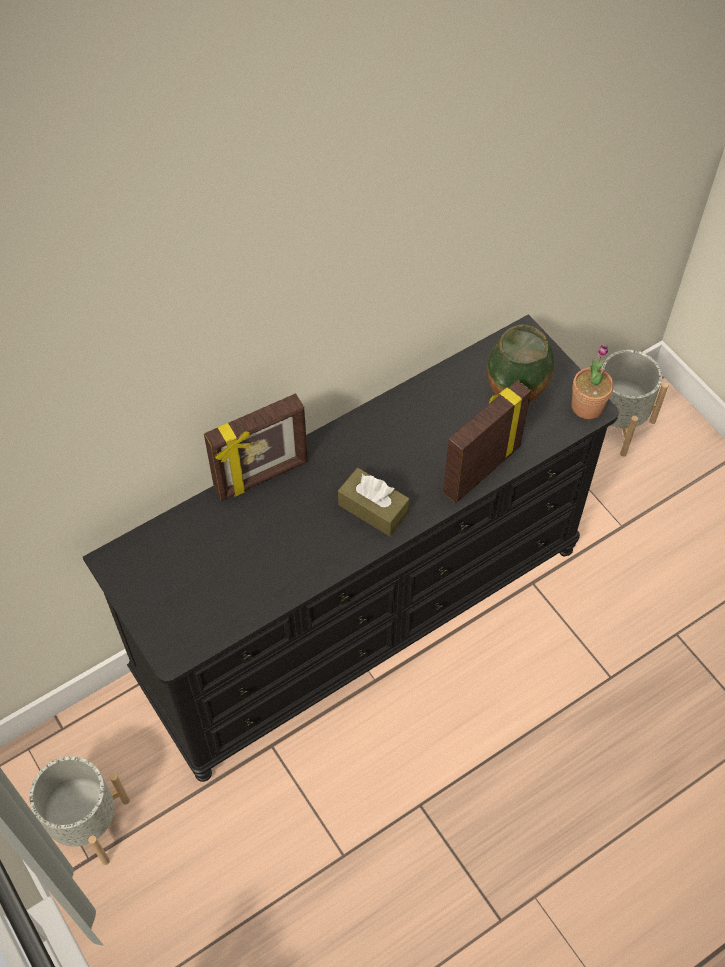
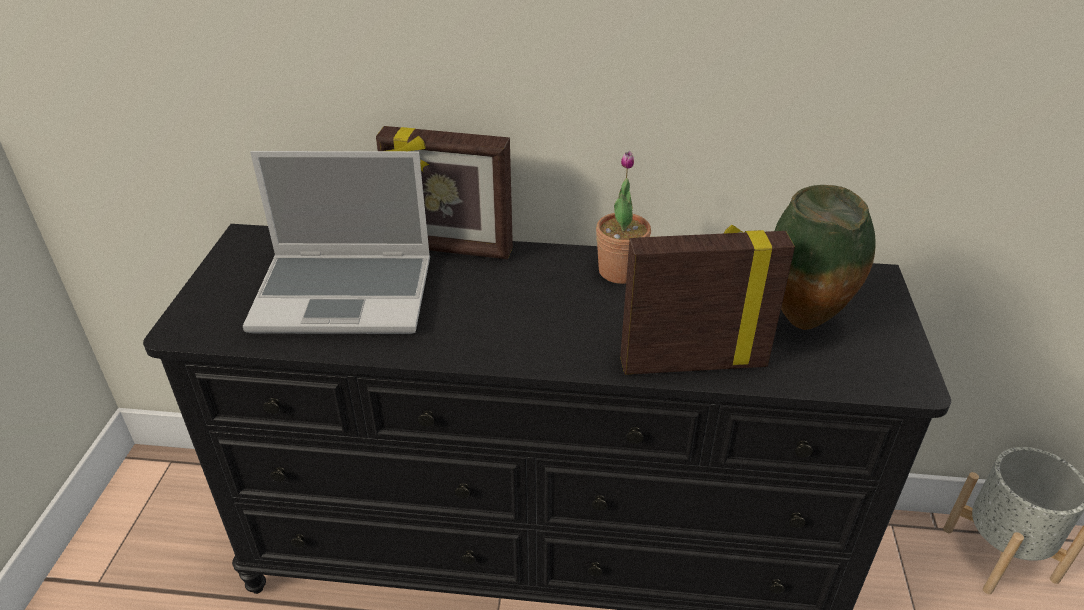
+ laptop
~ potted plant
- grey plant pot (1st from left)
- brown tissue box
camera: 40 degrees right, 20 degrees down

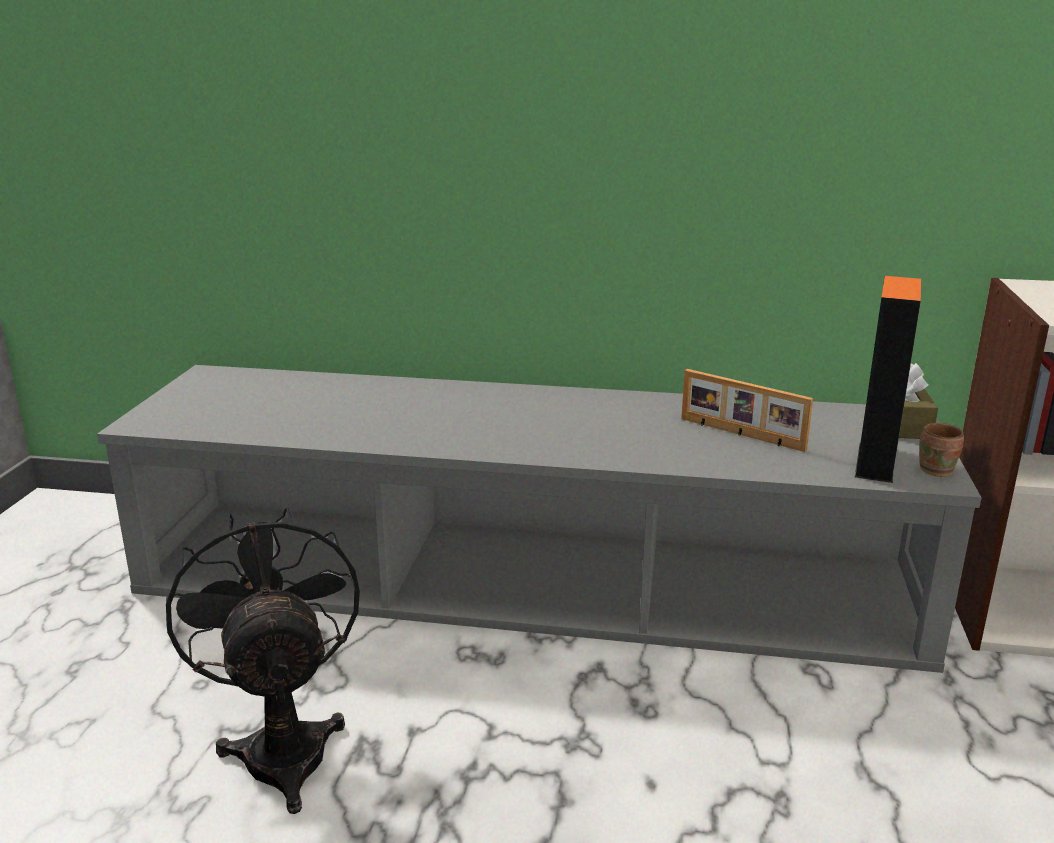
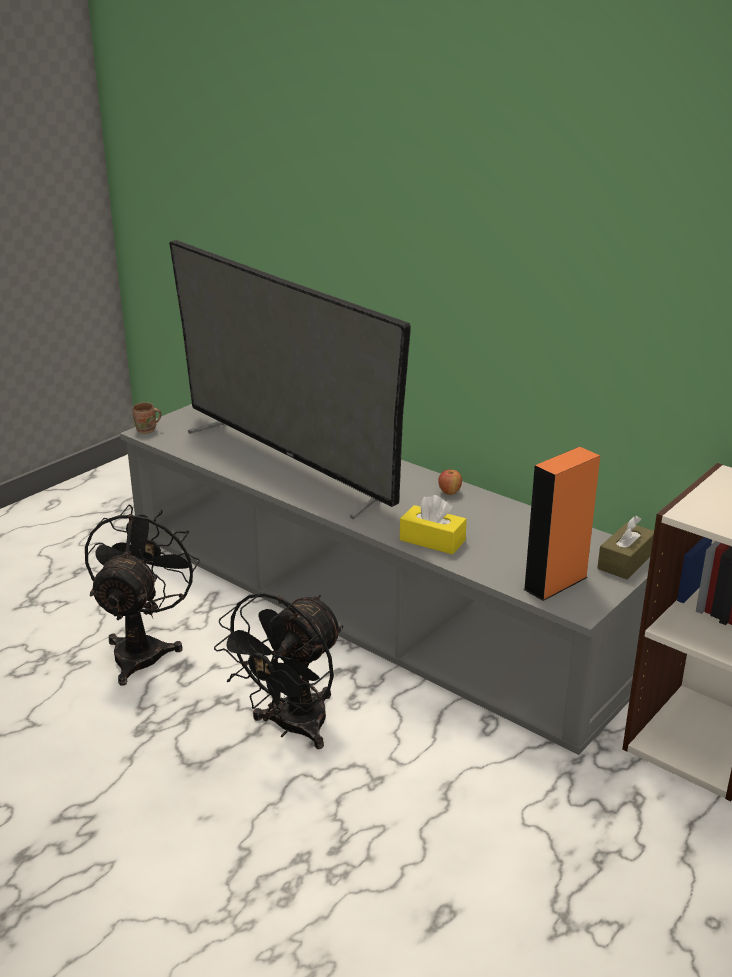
~ brown mug
+ TV
+ black-coloured cooling fan (2nd from left)
+ yellow tissue box
+ apple
- standing frame
camera: 30 degrees right, 5 degrees up

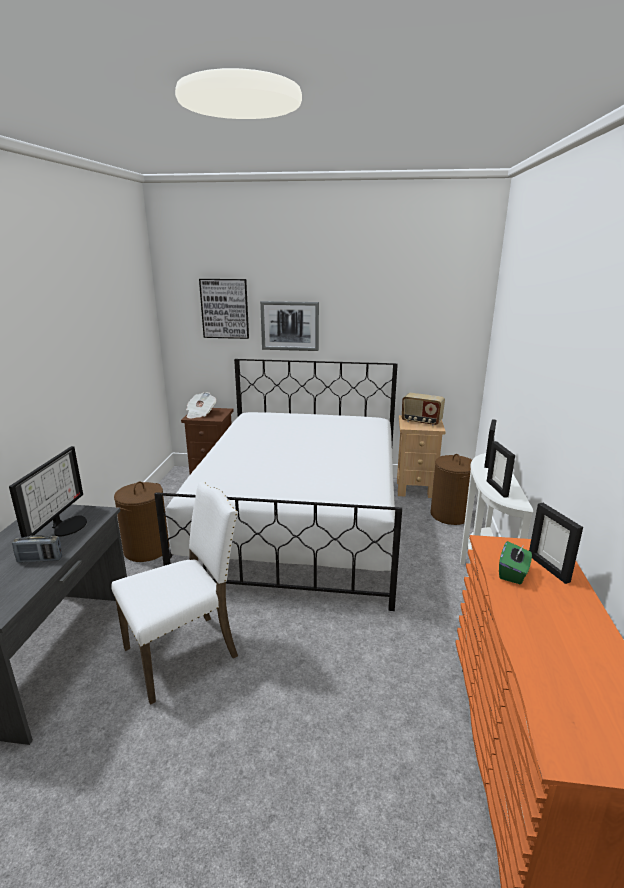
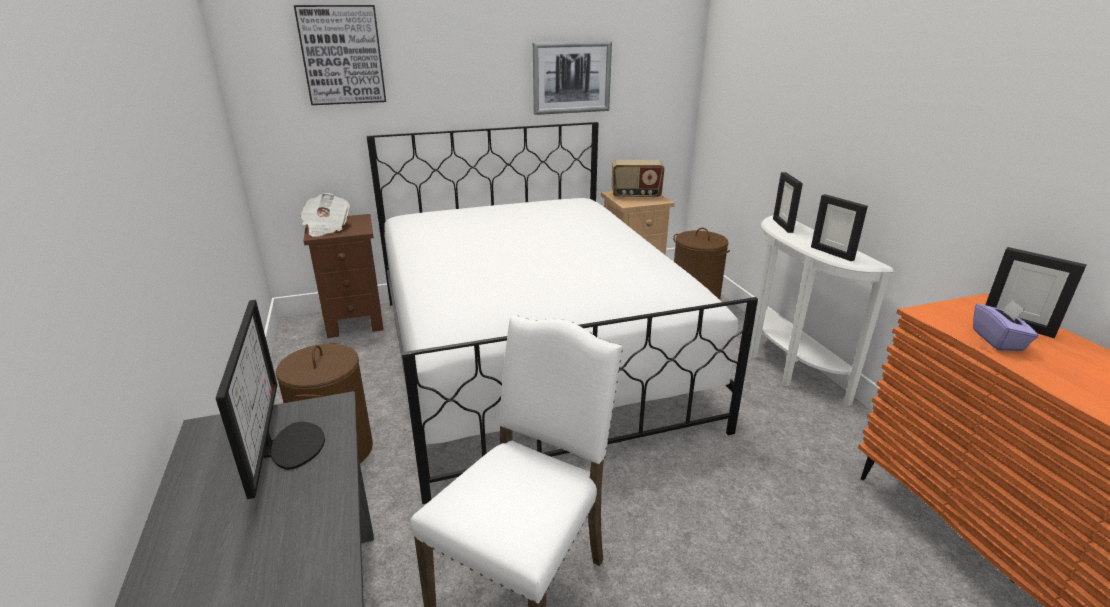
~ picture (2nd from left)
~ greenish tissue box to purplish tissue box
- radio (1st from left)
camera: 25 degrees left, 5 degrees up

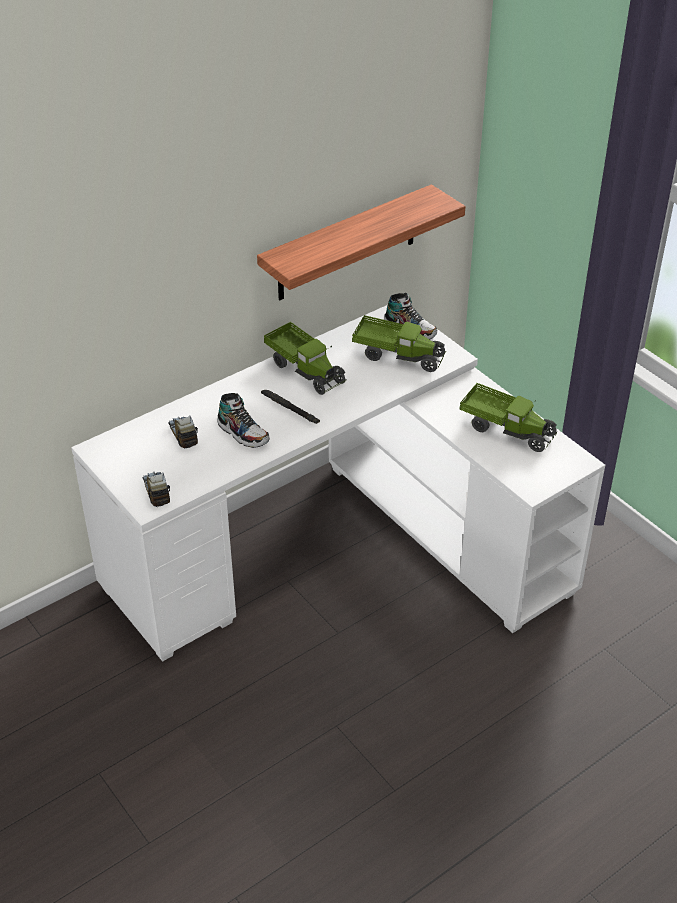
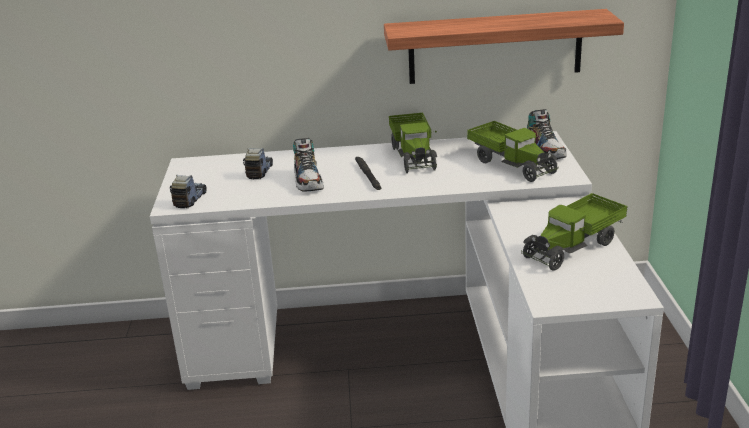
~ model truck (5th from left) 75 degrees clockwise
camera: 35 degrees right, 15 degrees down

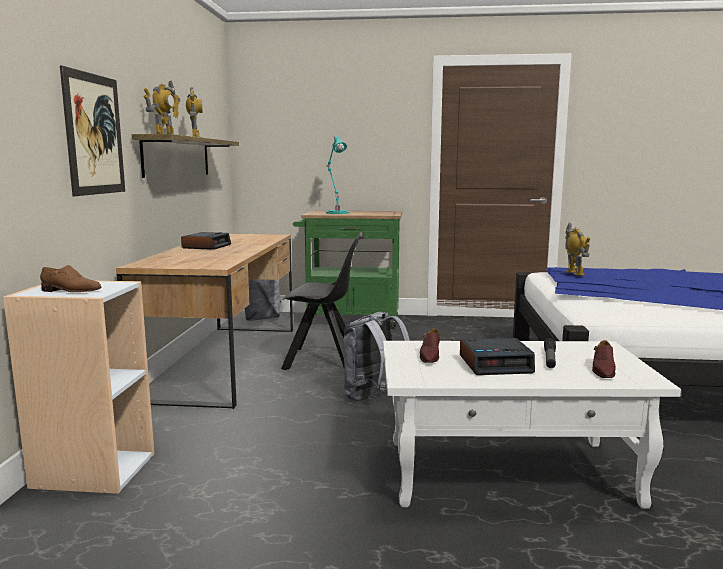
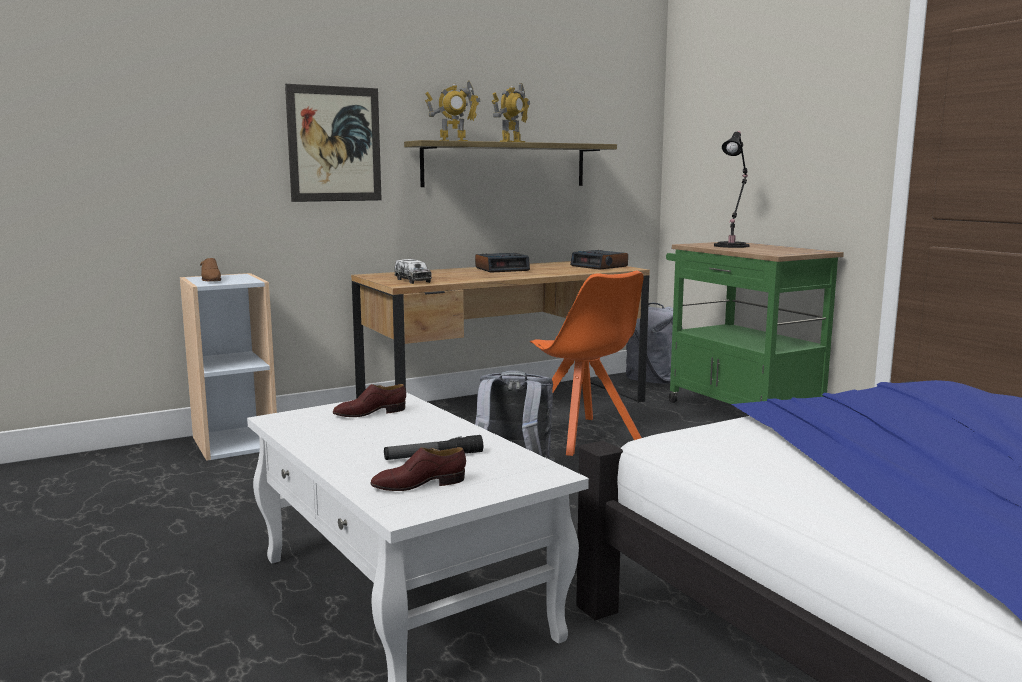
+ model truck
~ black-coloured plain chair to orange plain chair
~ table clock (2nd from left)
~ blue-green lamp for a table to black-coloured lamp for a table
- robot figure (3rd from left)
camera: 55 degrees right, 0 degrees up

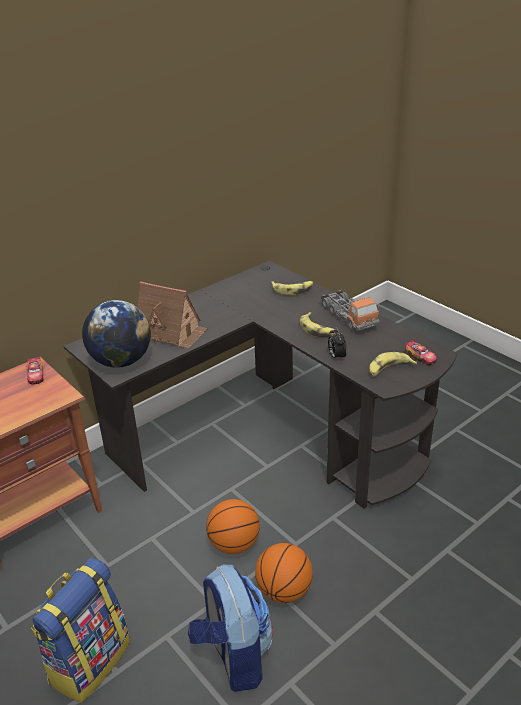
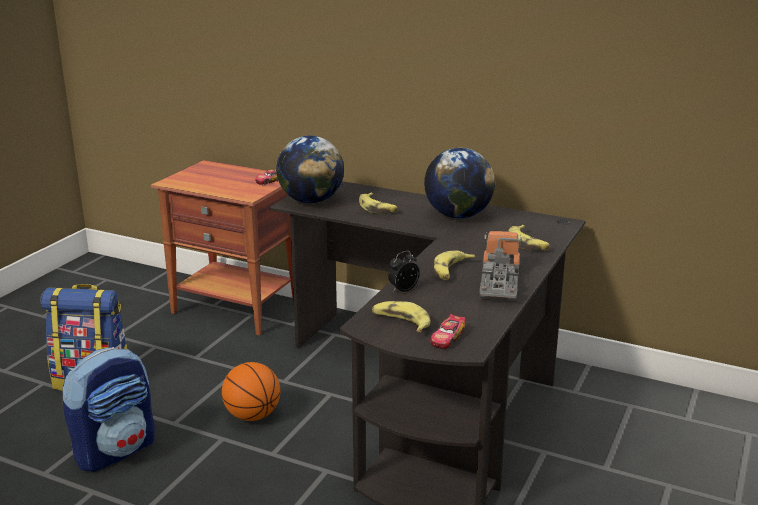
~ miniature house to banana (1st from left)
+ globe (2nd from left)
~ model truck 150 degrees clockwise
- basketball (2nd from left)
camera: 65 degrees right, 10 degrees down

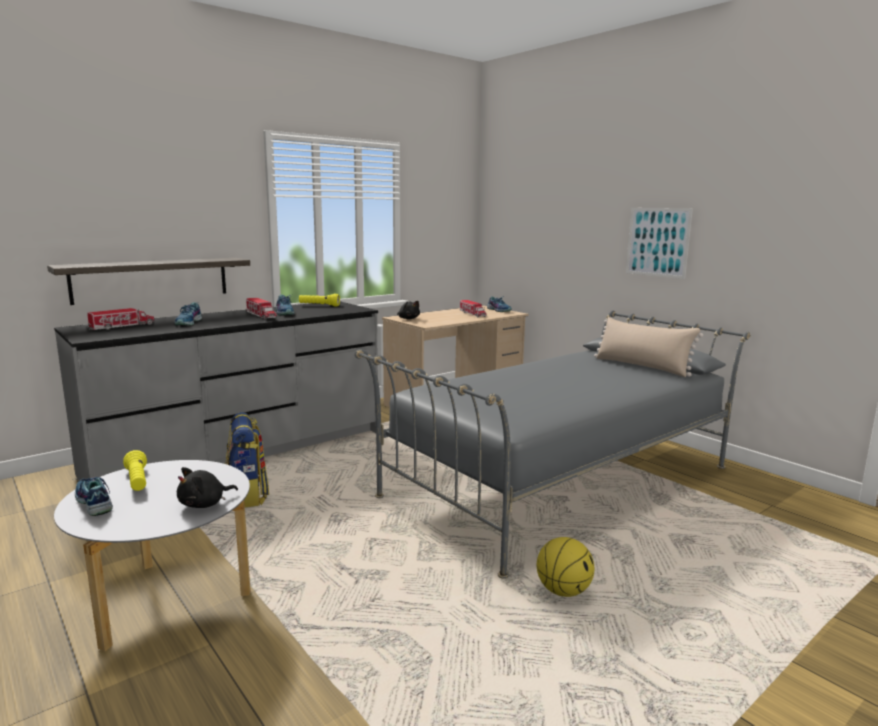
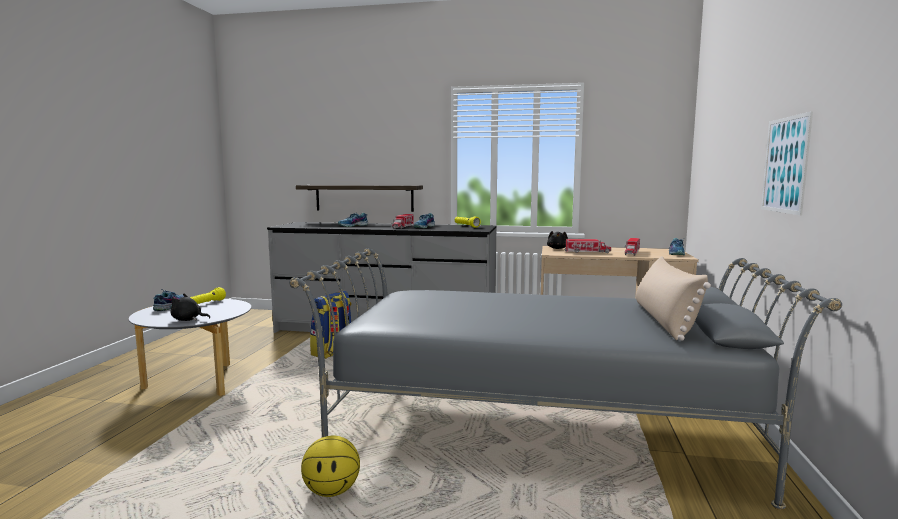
~ model truck (1st from left in the first image) to model truck (2nd from left)
camera: 50 degrees right, 5 degrees down

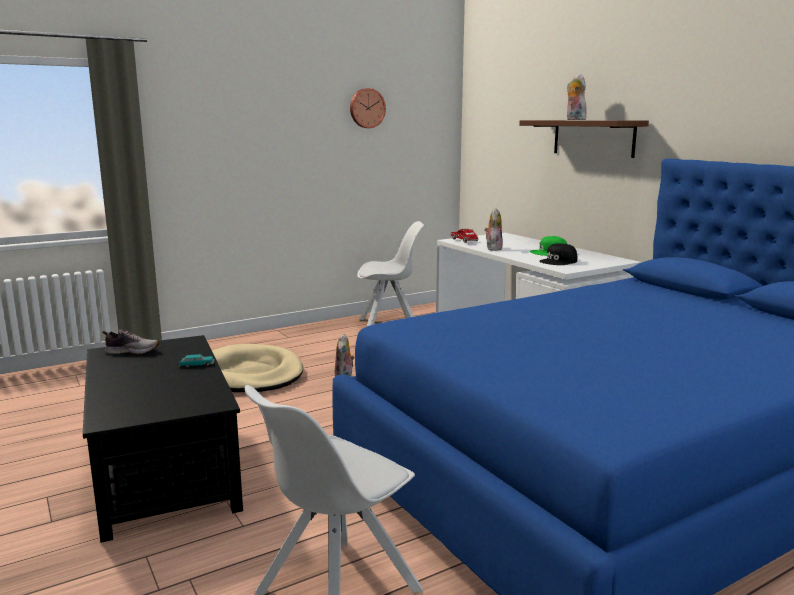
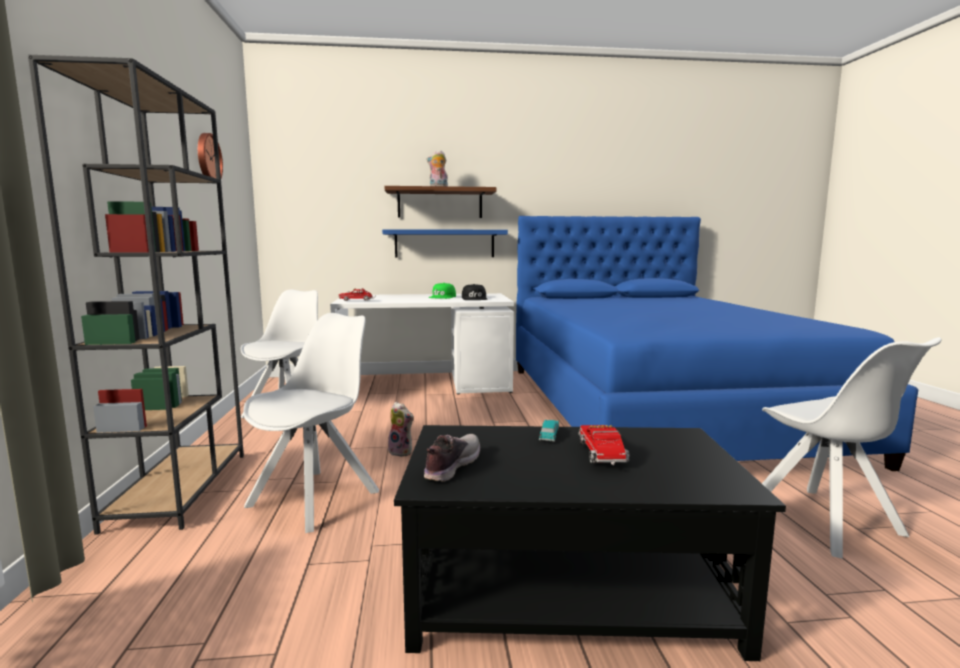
+ shelving unit
~ sand-coloured pet bed to white-coloured plain chair (2nd from left)
+ blue-coloured bracket shelf
+ model truck (2nd from left)
- soft toy (2nd from left)
camera: 65 degrees left, 5 degrees down

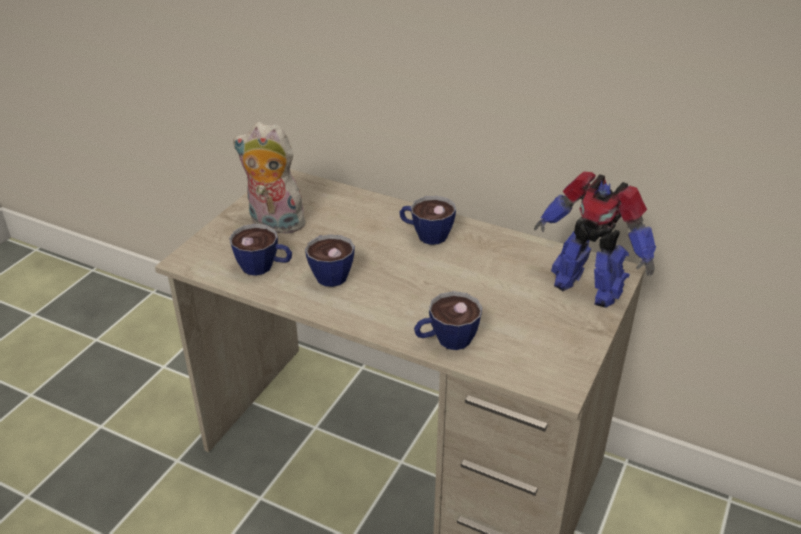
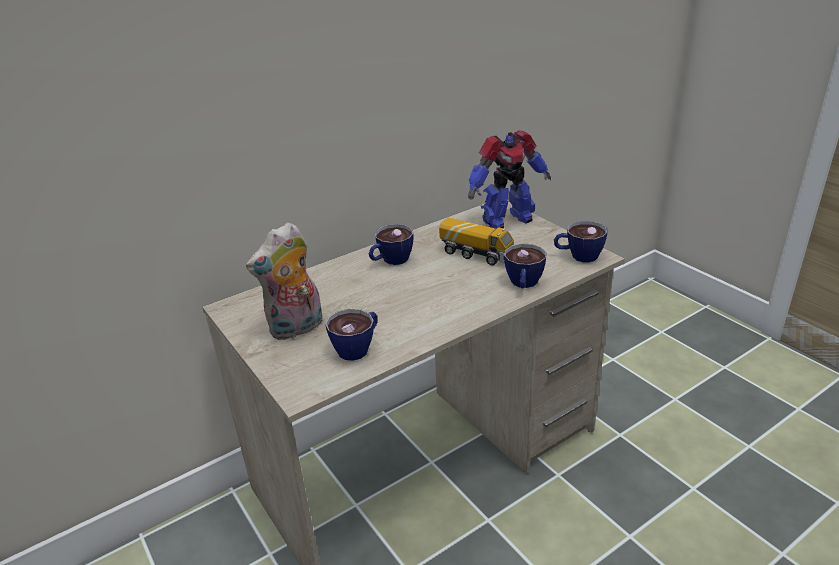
+ model truck
~ drinking cup (2nd from left in the first image) to drinking cup (4th from left)
camera: 60 degrees left, 5 degrees down

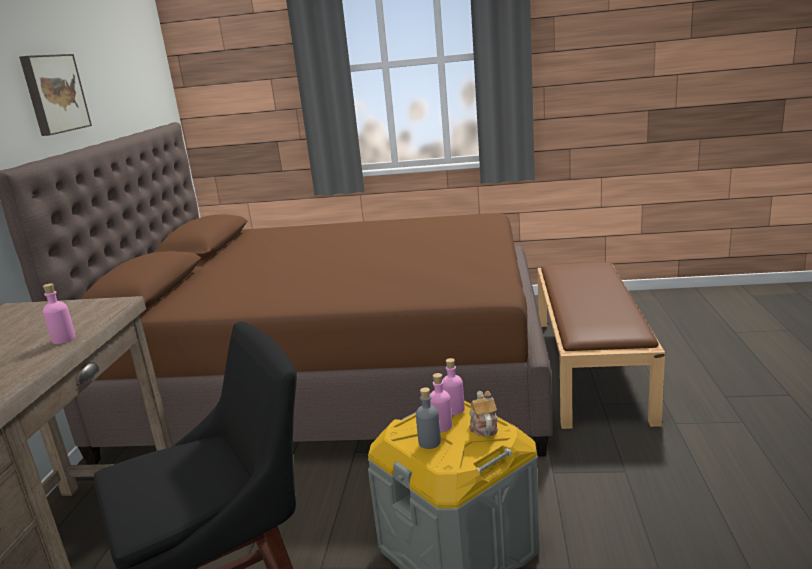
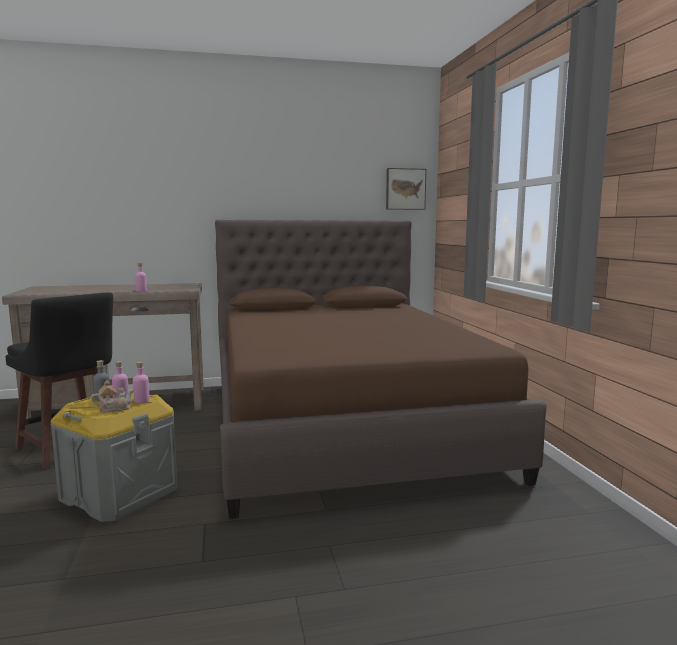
~ picture
- brown long seat
camera: 70 degrees right, 10 degrees down

